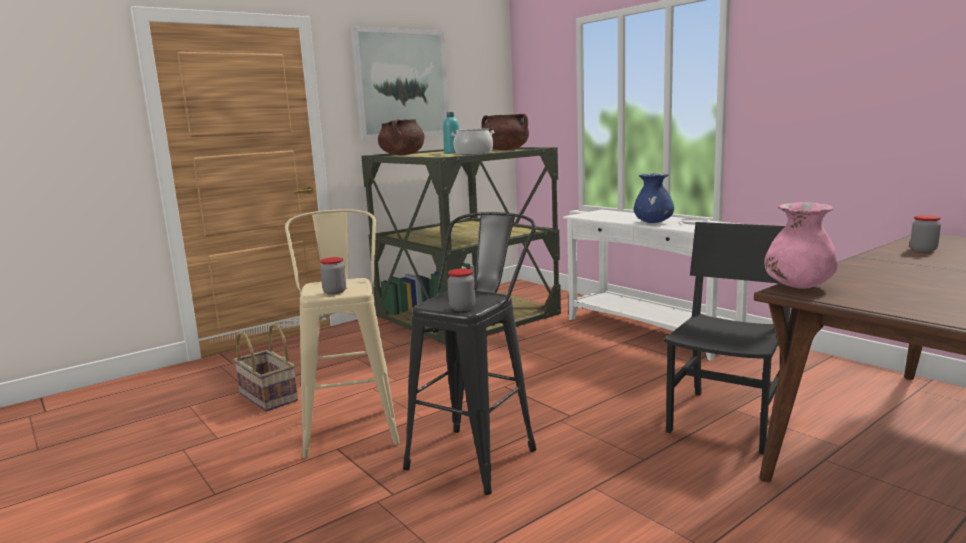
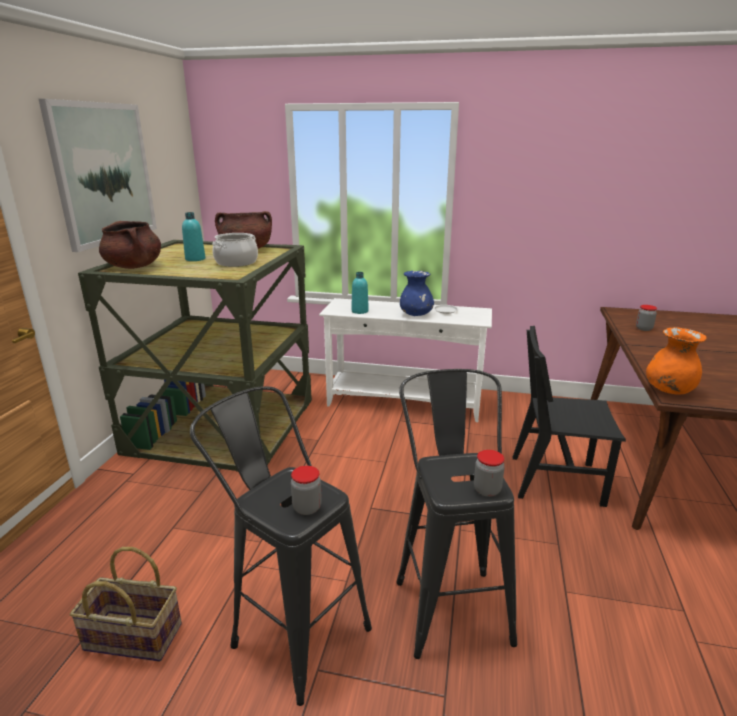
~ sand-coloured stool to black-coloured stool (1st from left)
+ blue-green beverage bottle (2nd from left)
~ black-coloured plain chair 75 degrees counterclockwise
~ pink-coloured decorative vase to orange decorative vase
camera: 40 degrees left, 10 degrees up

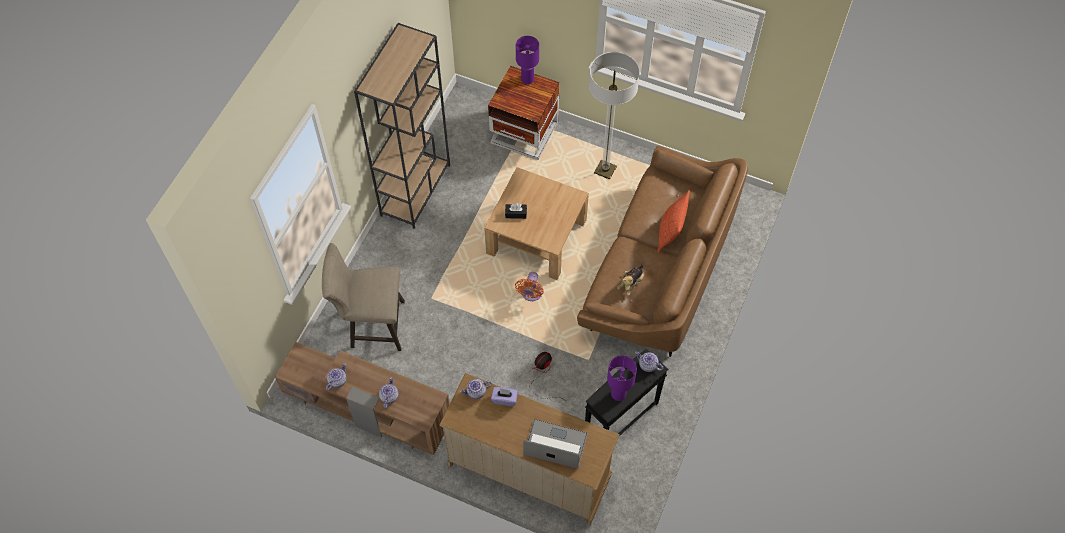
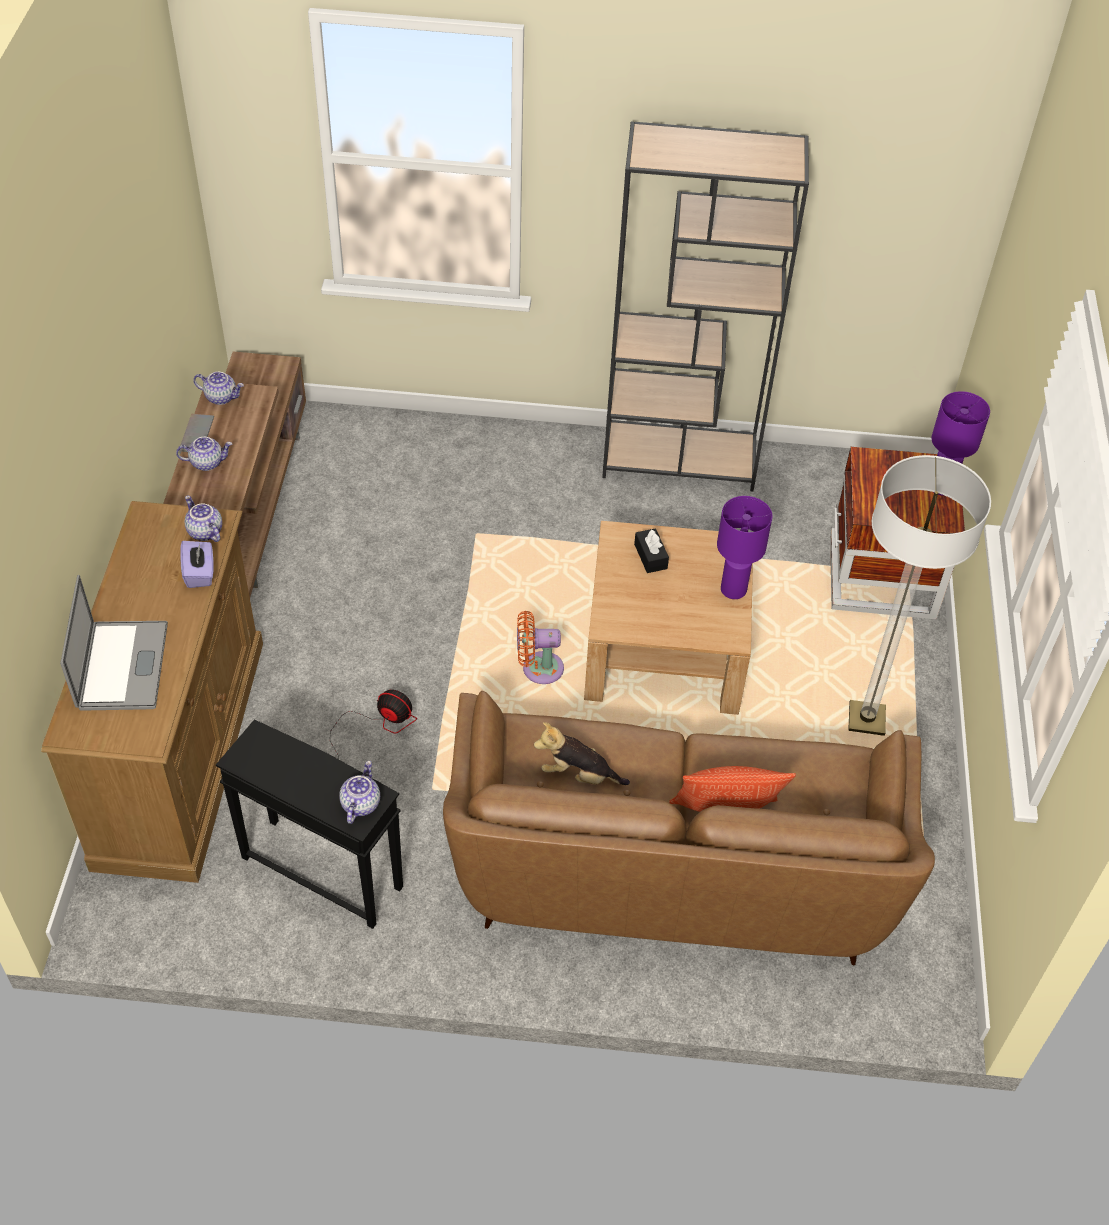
~ purplish lamp for a table (2nd from left in the first image) to purplish lamp for a table (1st from left)
- sand-coloured stool
camera: 70 degrees right, 10 degrees down

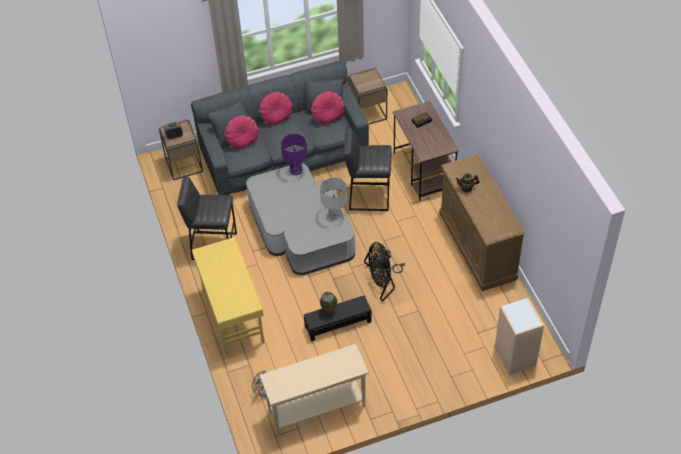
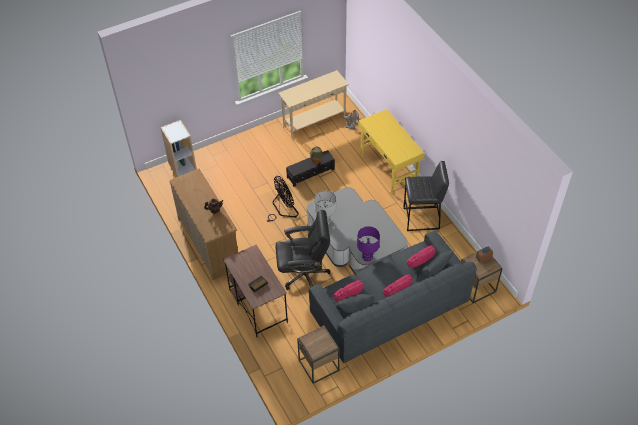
~ grey stool (2nd from left) to black-coloured computer chair
camera: 170 degrees right, 0 degrees up

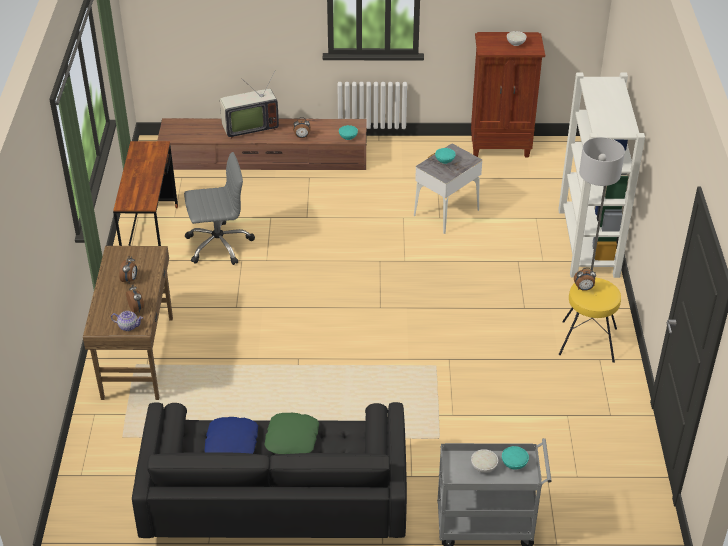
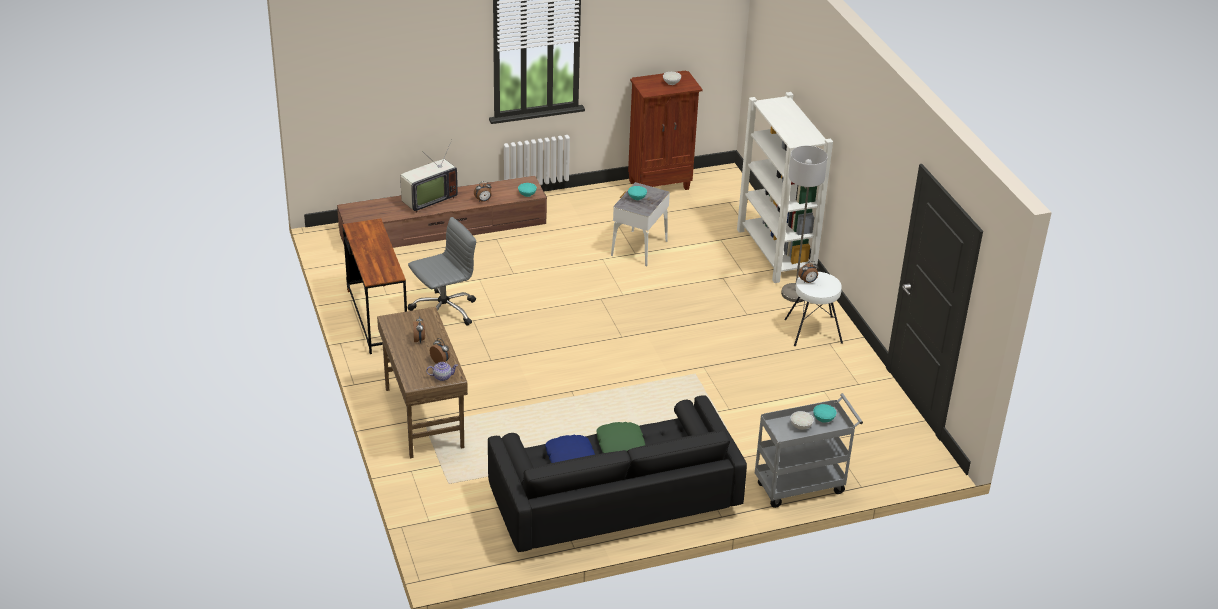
~ yellow stool to white-coloured stool
camera: 20 degrees left, 5 degrees down

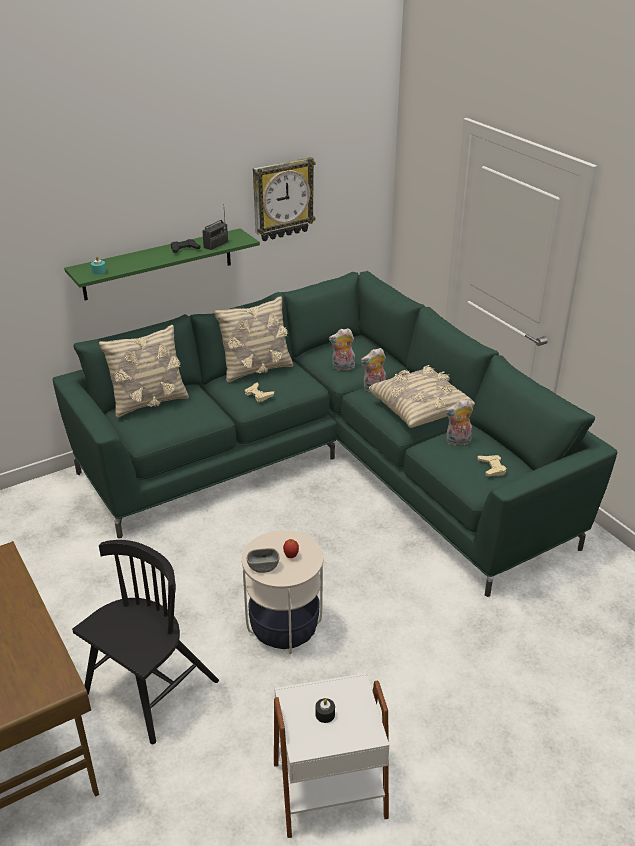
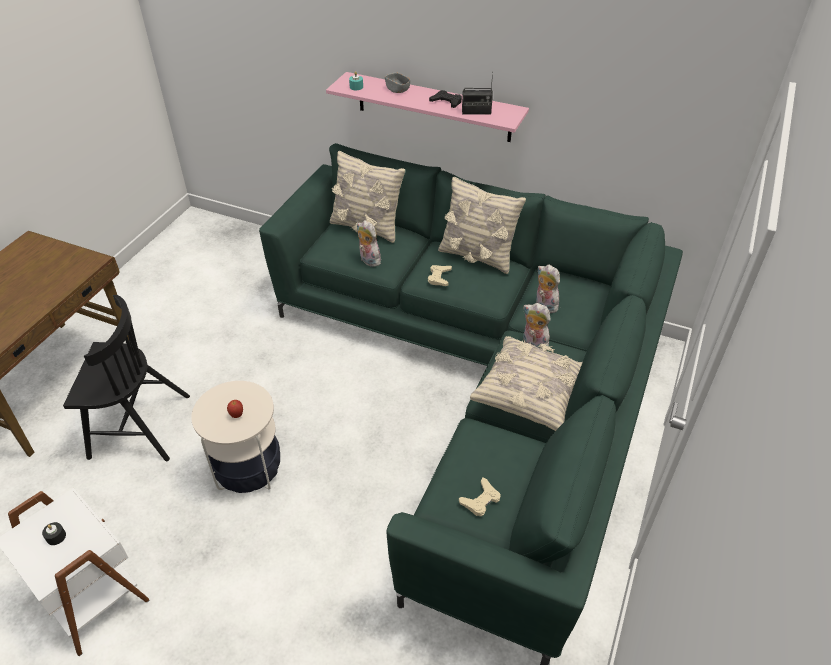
~ greenish bracket shelf to pink-coloured bracket shelf
~ soft toy (3rd from left in the first image) to soft toy (1st from left)
~ grey bowl
- clock on the wall
camera: 55 degrees right, 10 degrees up

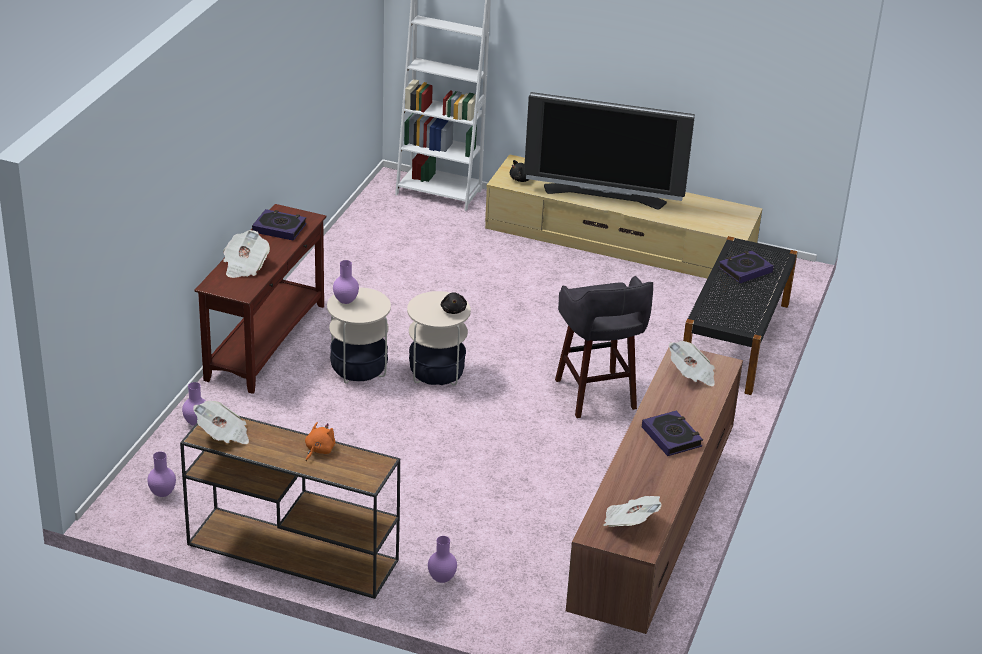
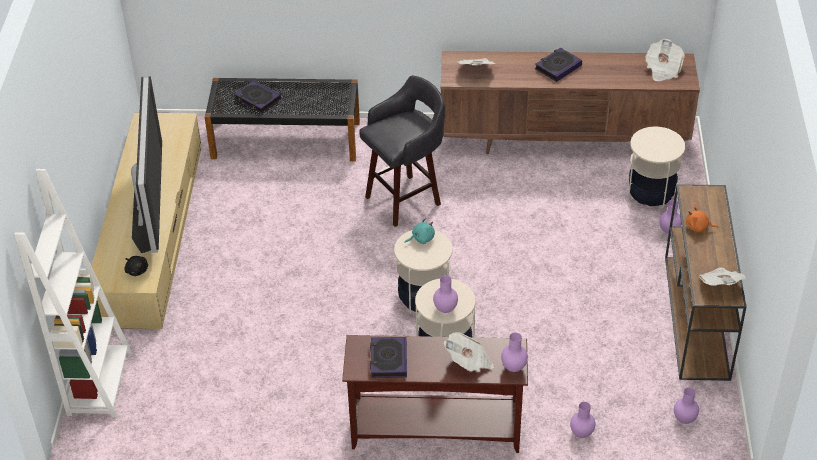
~ black-coloured soft toy (1st from left) to blue-green soft toy
+ purplish decorative vase (2nd from left)
+ sand-coloured end table (3rd from left)
camera: 105 degrees left, 10 degrees up

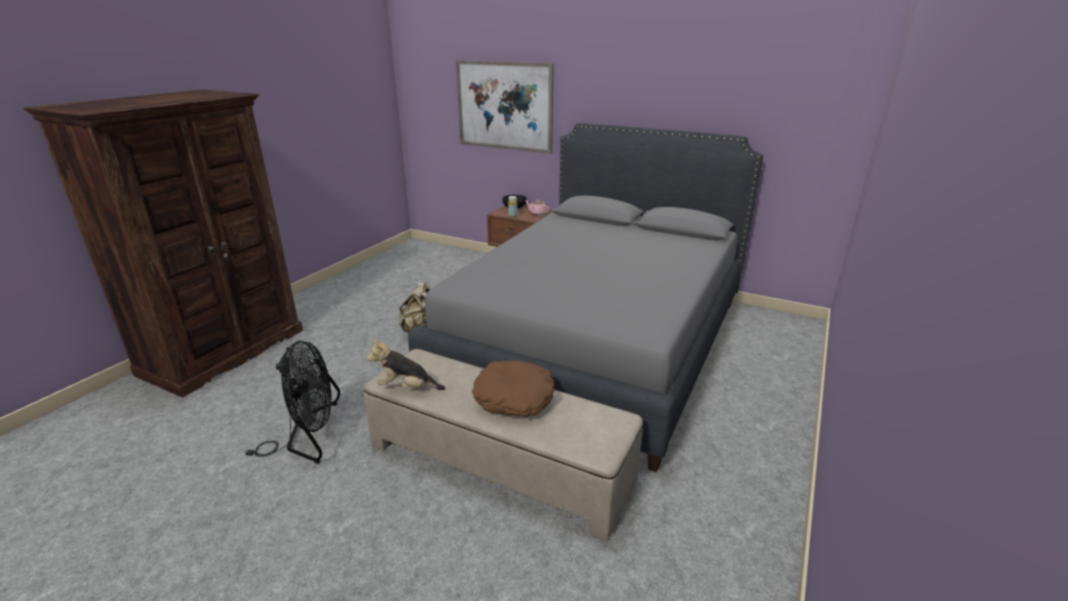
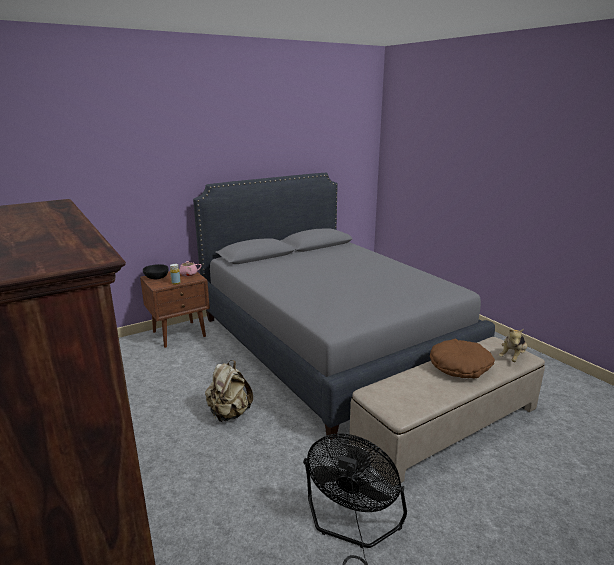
~ soft toy
- picture
camera: 60 degrees left, 5 degrees down

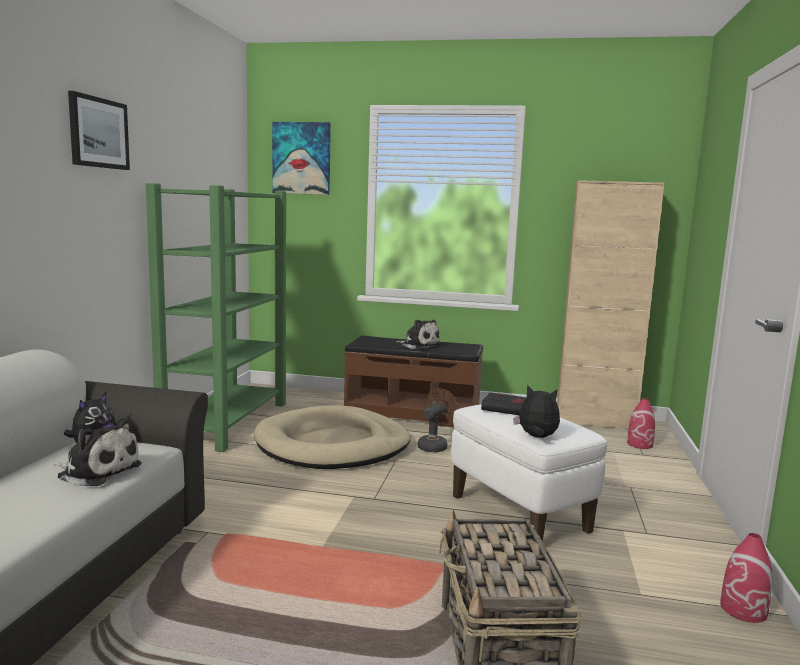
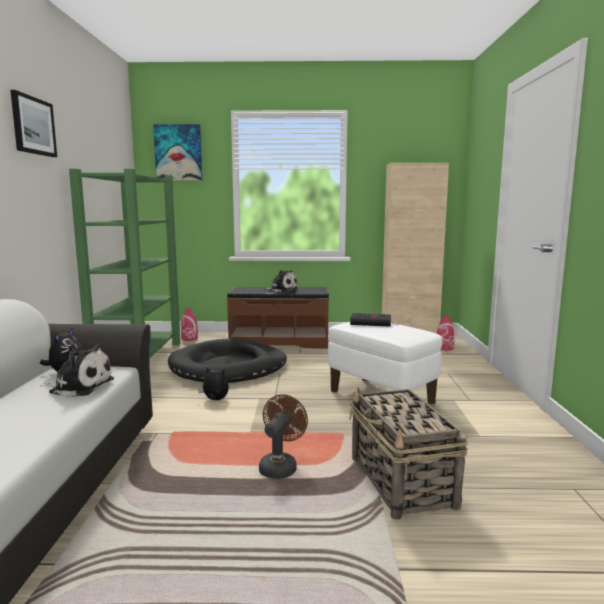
~ sand-coloured pet bed to black-coloured pet bed
~ reddish decorative vase (2nd from left in the first image) to reddish decorative vase (1st from left)
~ soft toy (4th from left in the first image) to soft toy (3rd from left)
~ brown cooling fan
camera: 10 degrees left, 0 degrees up

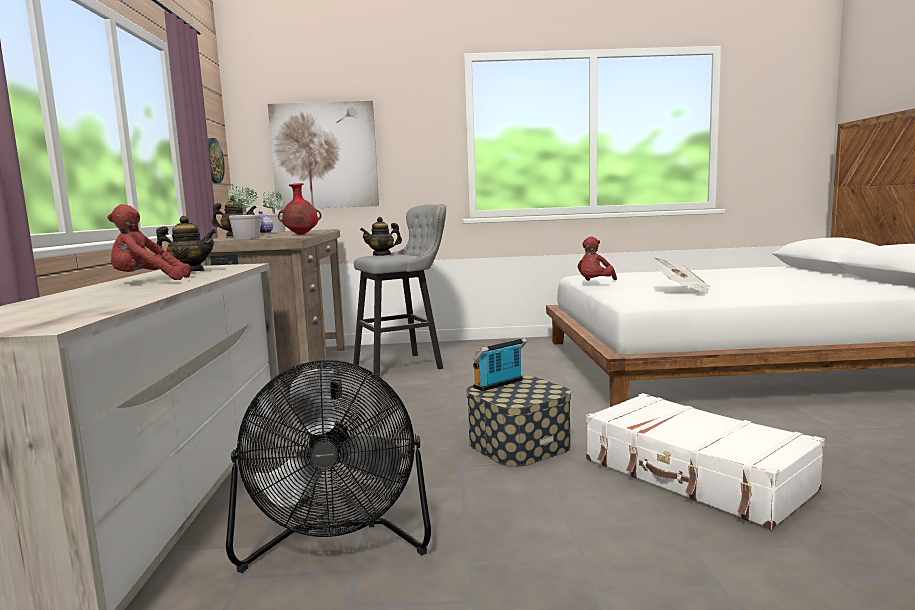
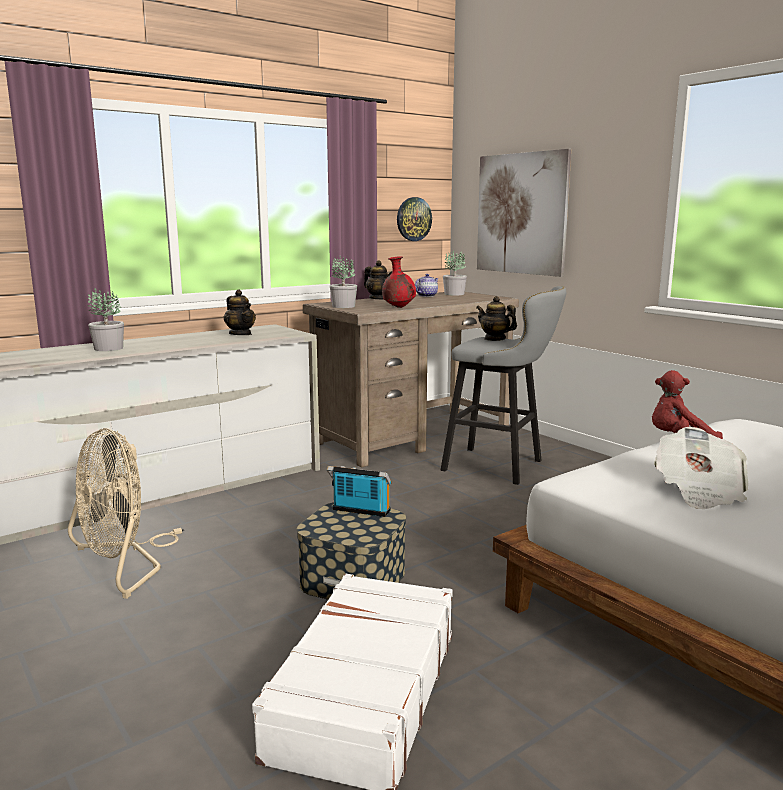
~ black-coloured cooling fan to sand-coloured cooling fan
+ potted plant (1st from left)
- reddish soft toy (1st from left)
camera: 55 degrees right, 5 degrees up

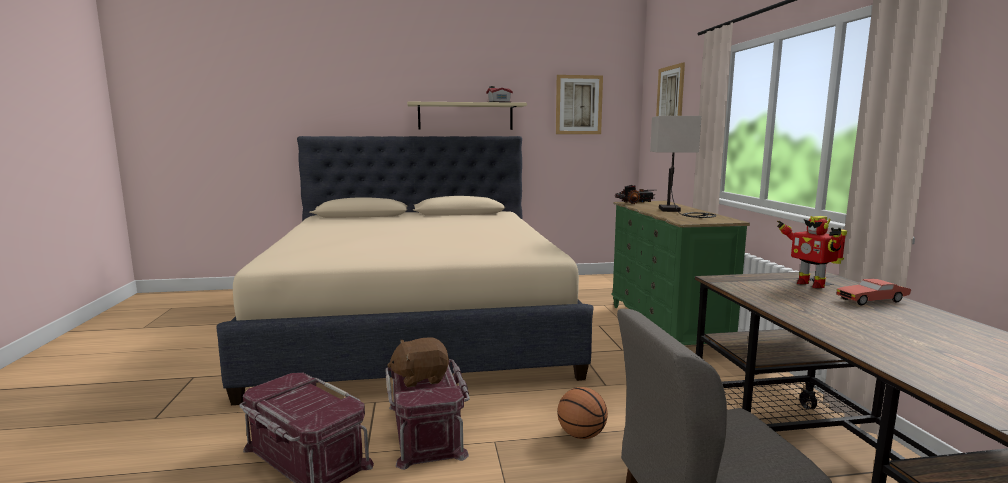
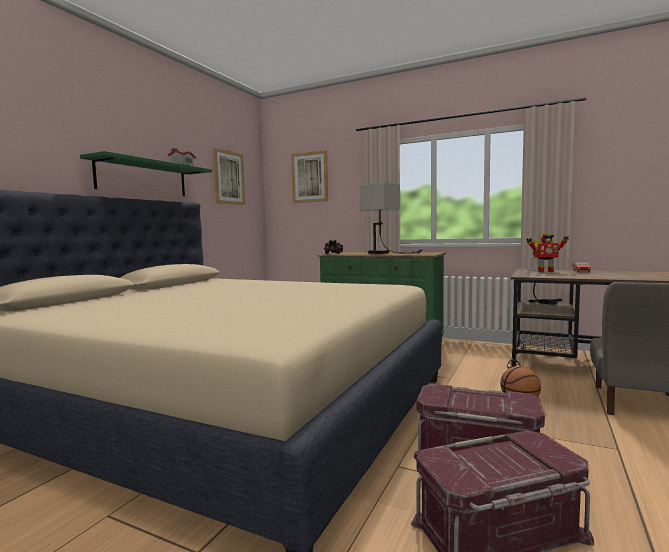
~ sand-coloured bracket shelf to greenish bracket shelf
- brown soft toy
camera: 55 degrees left, 5 degrees down

